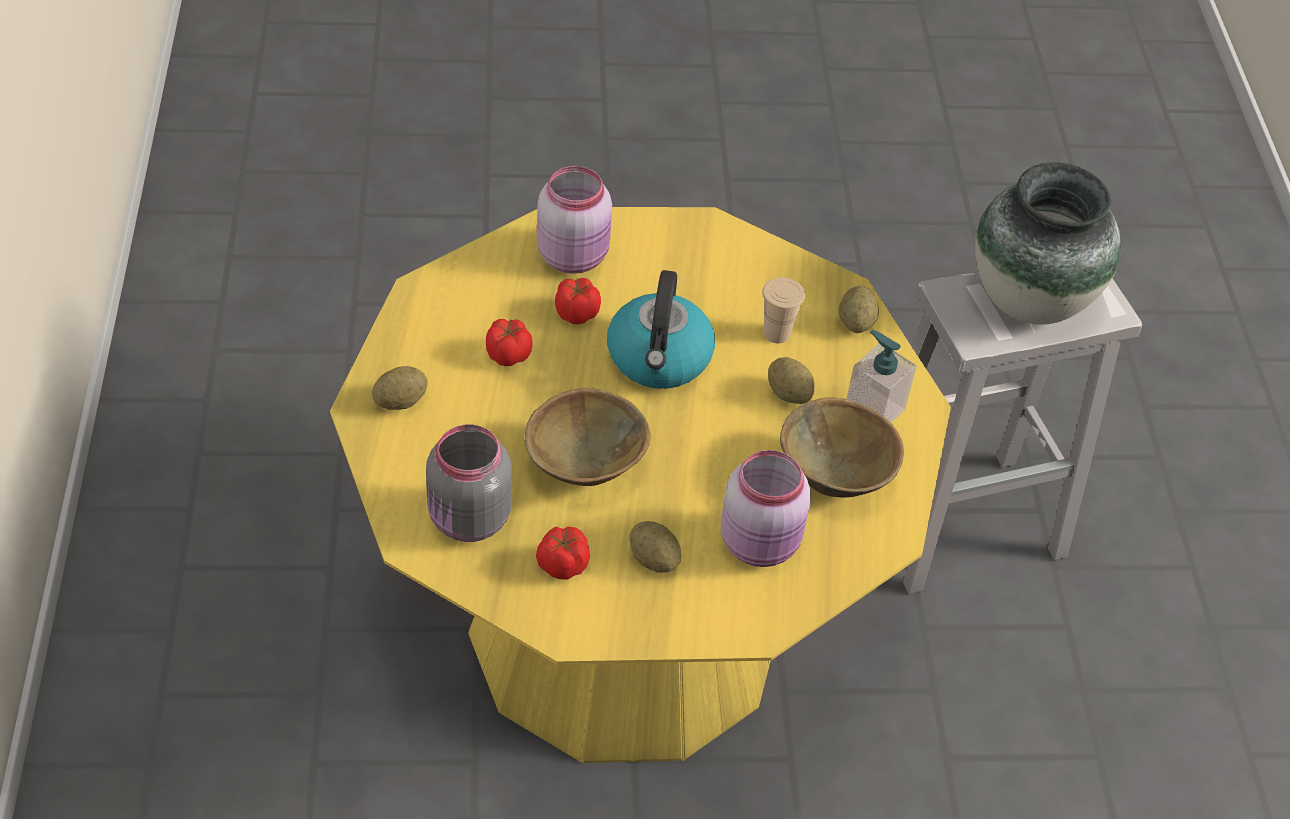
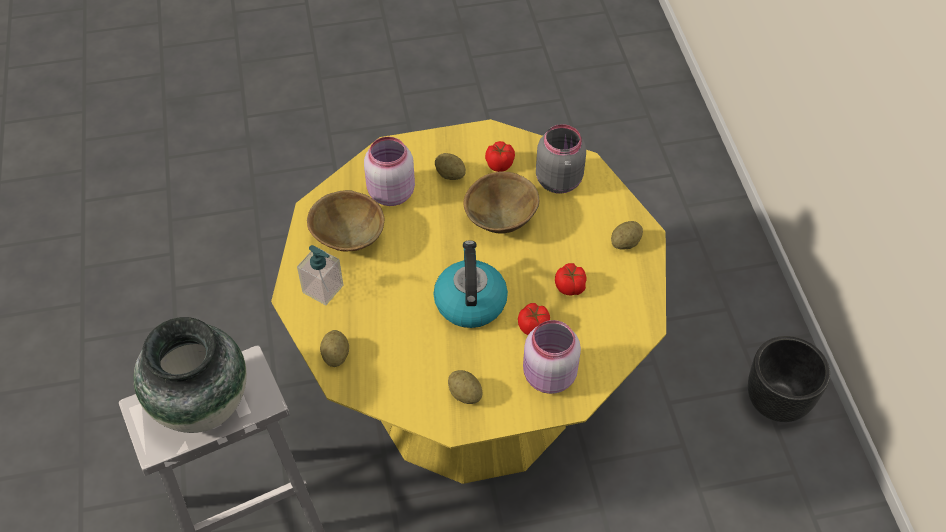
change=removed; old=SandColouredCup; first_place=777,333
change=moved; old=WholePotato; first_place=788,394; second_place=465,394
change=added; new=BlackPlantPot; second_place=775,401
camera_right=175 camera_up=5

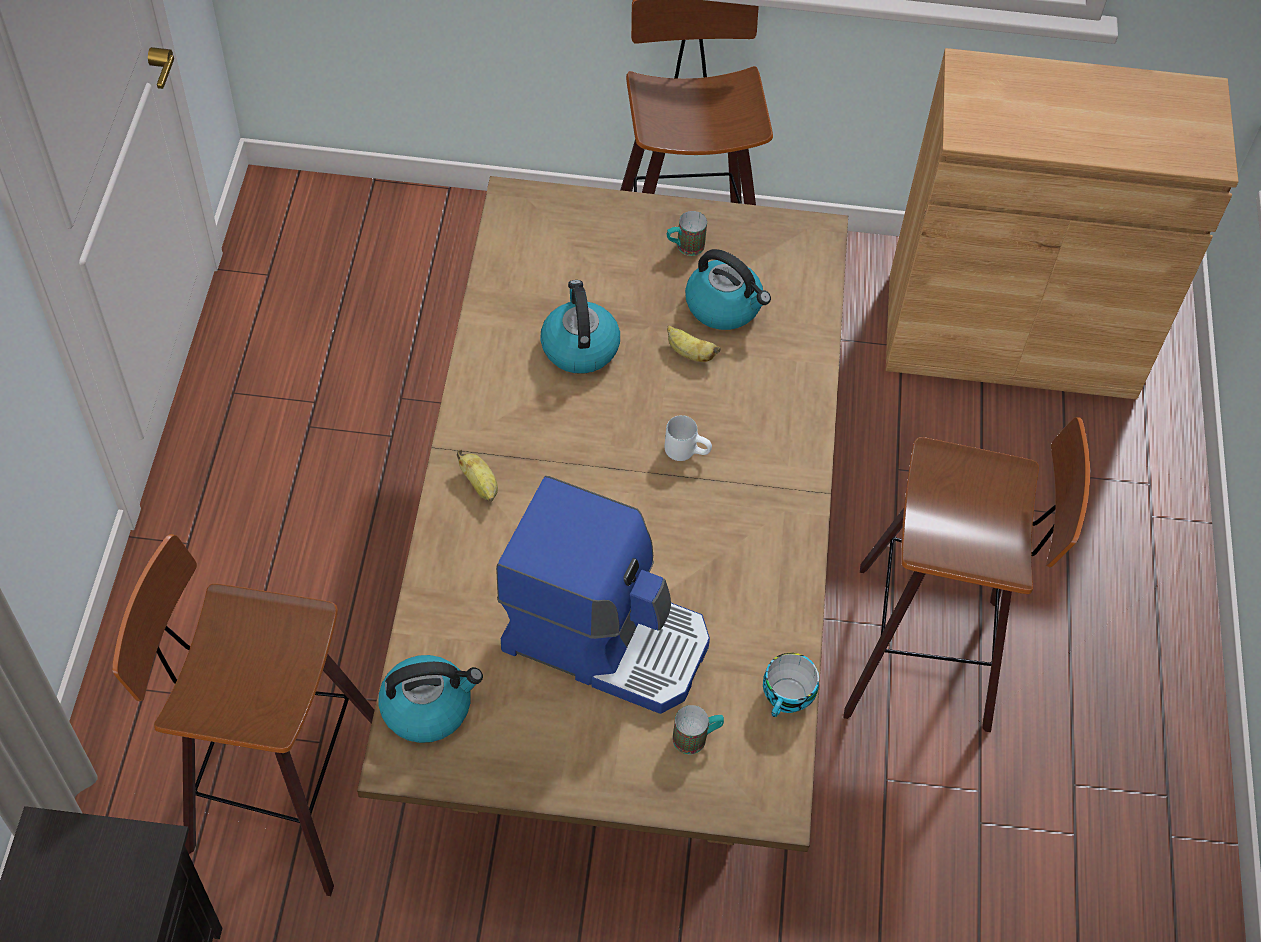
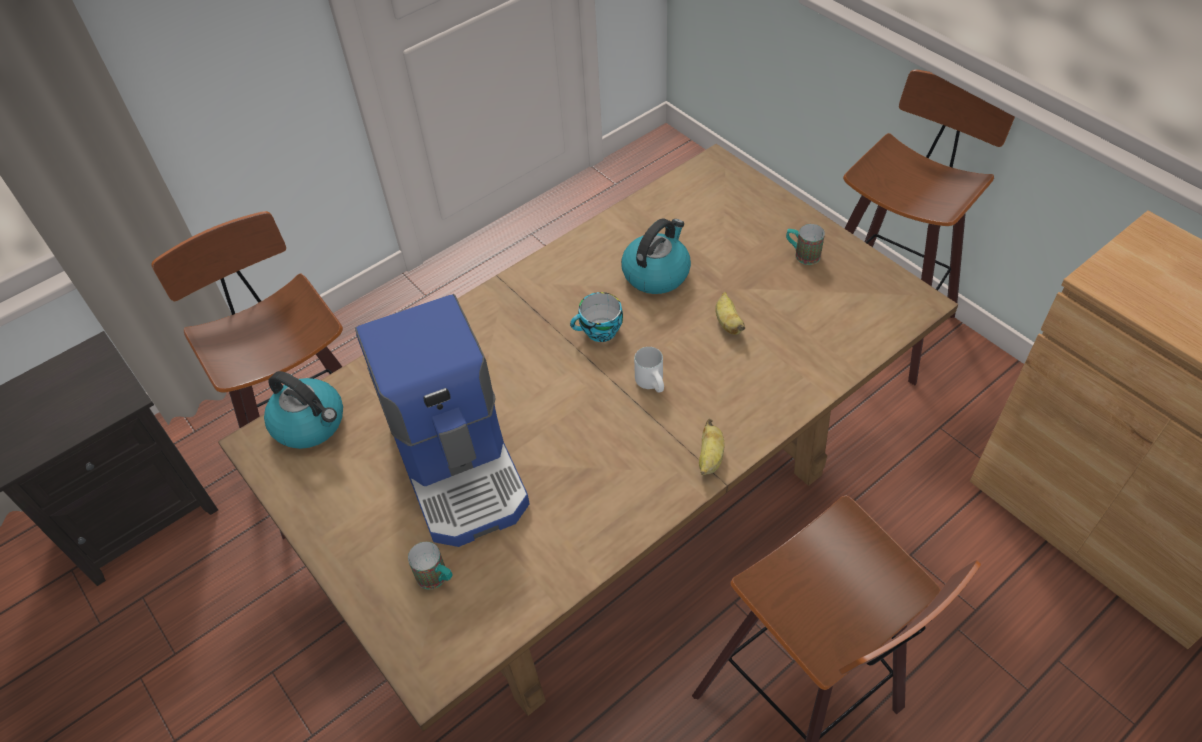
change=removed; old=Kettle; first_place=724,306
change=moved; old=Banana; first_place=480,485; second_place=710,458
change=moved; old=Cup; first_place=787,699; second_place=599,332
camera_right=50 camera_up=-5

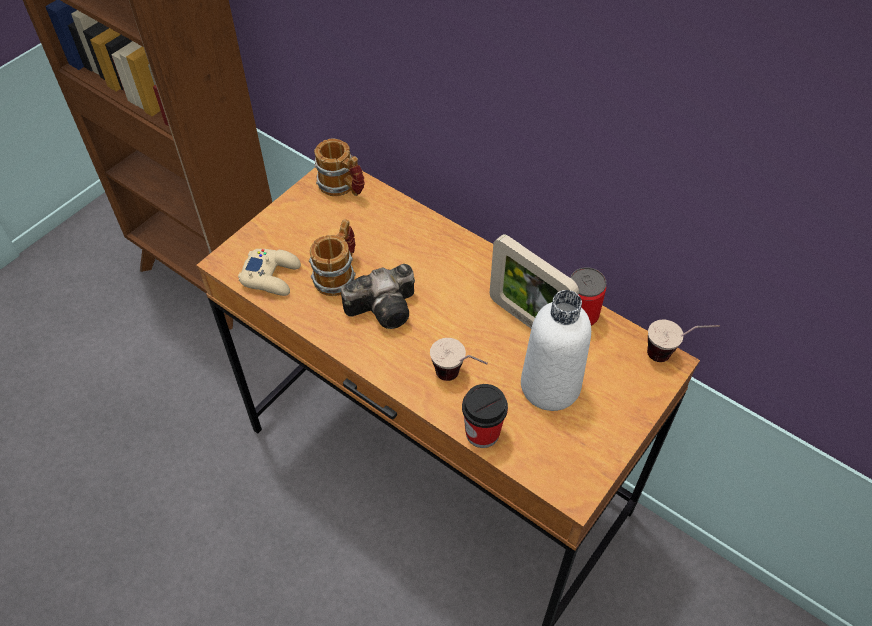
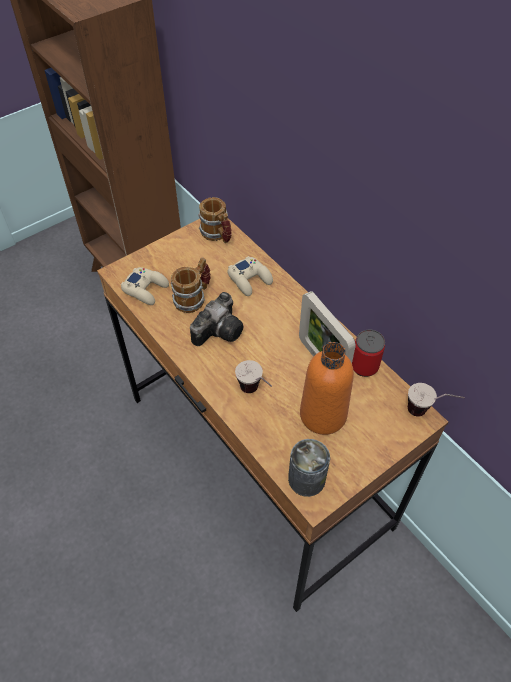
change=turned; old=PhotoCamera; first_place=386,307; second_place=220,329; degrees=-45
change=recoloured; old=WhiteBottle; new=OrangeBottle; first_place=550,386; second_place=323,415
change=removed; old=Cup; first_place=482,433
change=added; new=SandColouredGameController; second_place=250,279
change=added; new=MetalCan; second_place=306,479
camera_right=15 camera_up=0

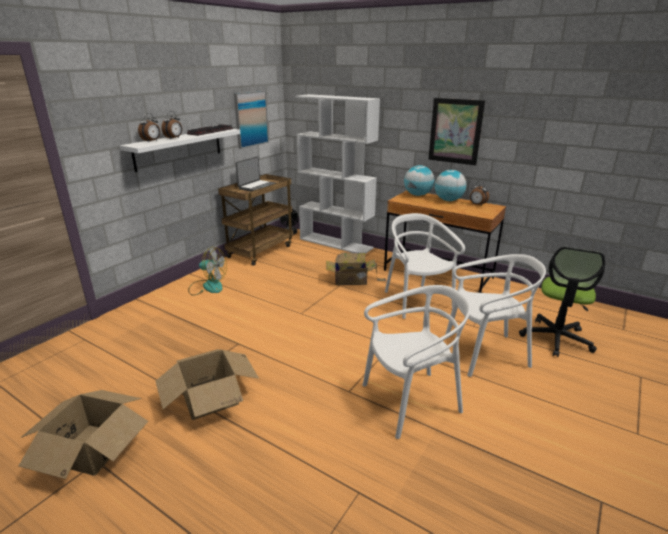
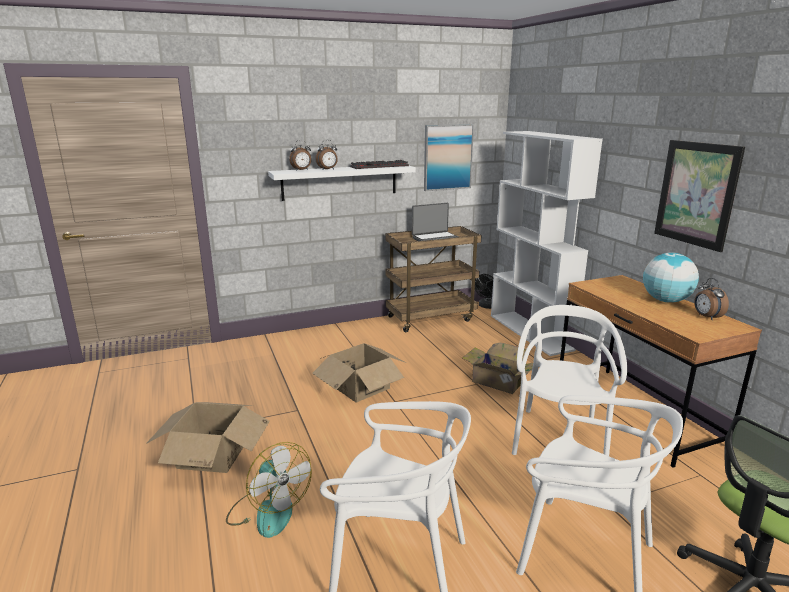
change=removed; old=Globe; first_place=417,195
change=moved; old=Fan; first_place=207,286; second_place=268,510
change=moved; old=CardboardBox; first_place=91,449; second_place=360,387
camera_right=35 camera_up=-5

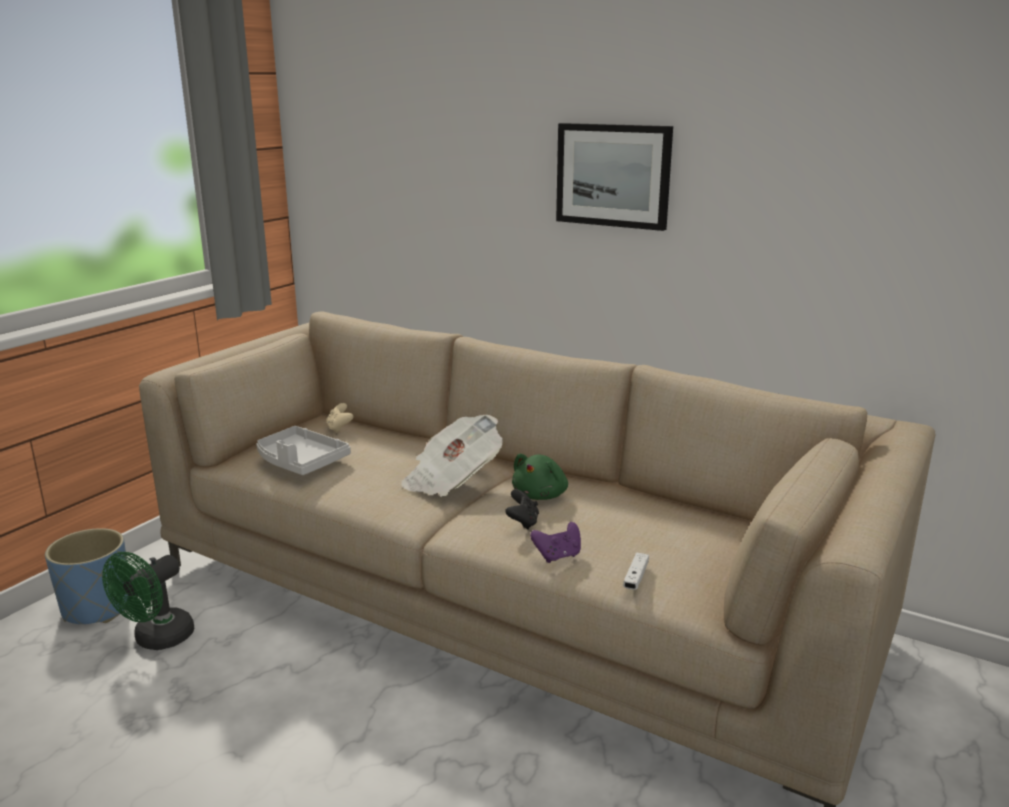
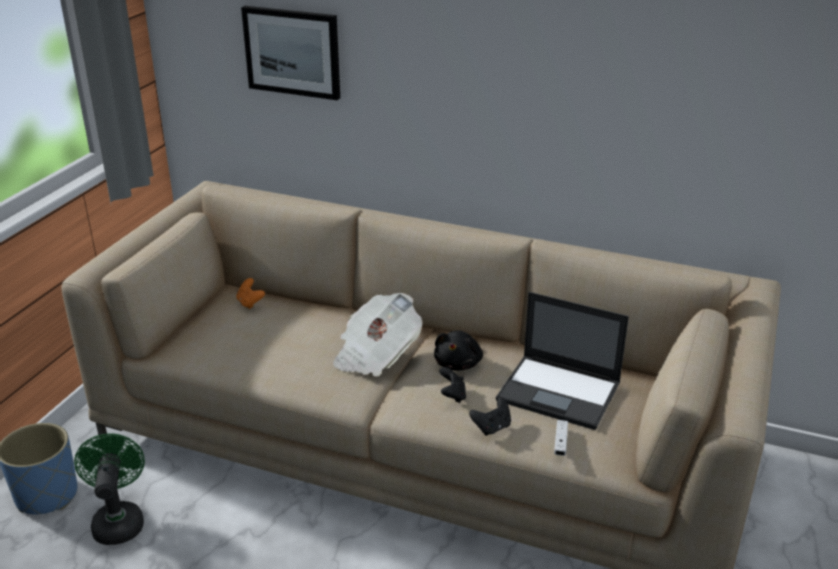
change=moved; old=WallArt; first_place=613,175; second_place=292,52
change=recoloured; old=SandColouredGameController; new=OrangeGameController; first_place=339,428; second_place=250,303
change=removed; old=GreyishTray; first_place=300,462
change=recoloured; old=GreenCuddlyToy; new=BlackCuddlyToy; first_place=541,495; second_place=458,363
change=recoloured; old=PurpleGameController; new=BlackGameController; first_place=558,556; second_place=492,427
change=turned; old=GreenFan; first_place=157,640; second_place=118,520; degrees=150
change=added; new=PortableComputer; second_place=560,392
camera_right=-10 camera_up=10

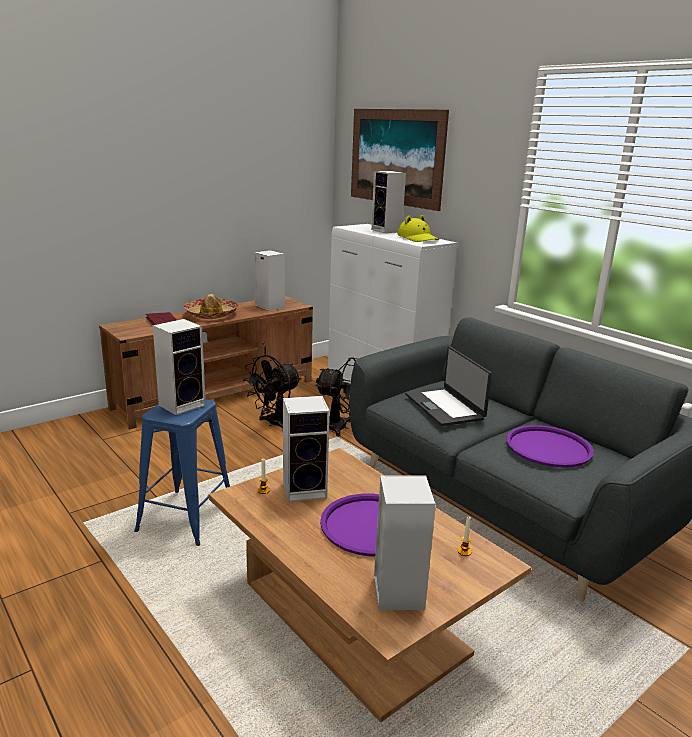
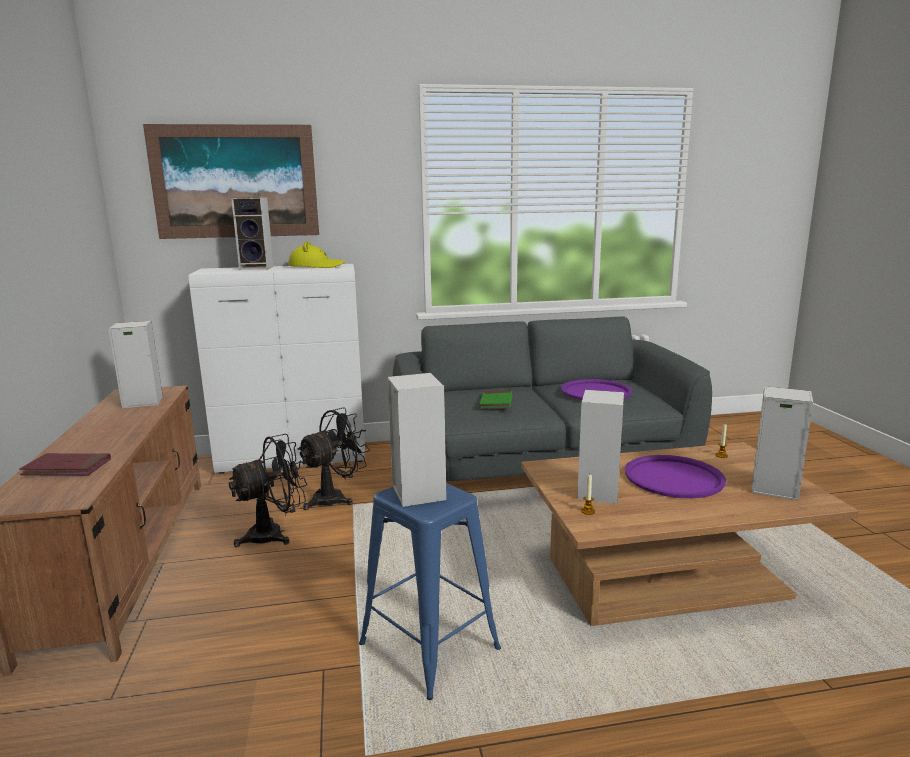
change=removed; old=WearableHat; first_place=211,314
change=replaced; old=PortableComputer; new=GreenVolume; first_place=445,406; second_place=496,402
change=turned; old=BlackFan; first_place=274,424; second_place=274,534; degrees=-105
camera_right=-60 camera_up=-5

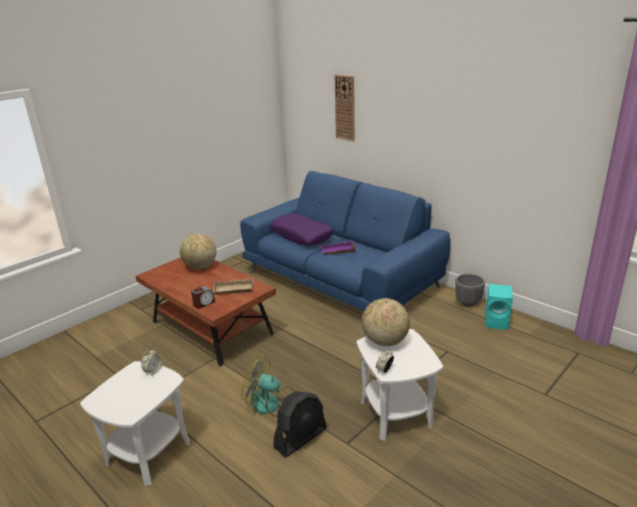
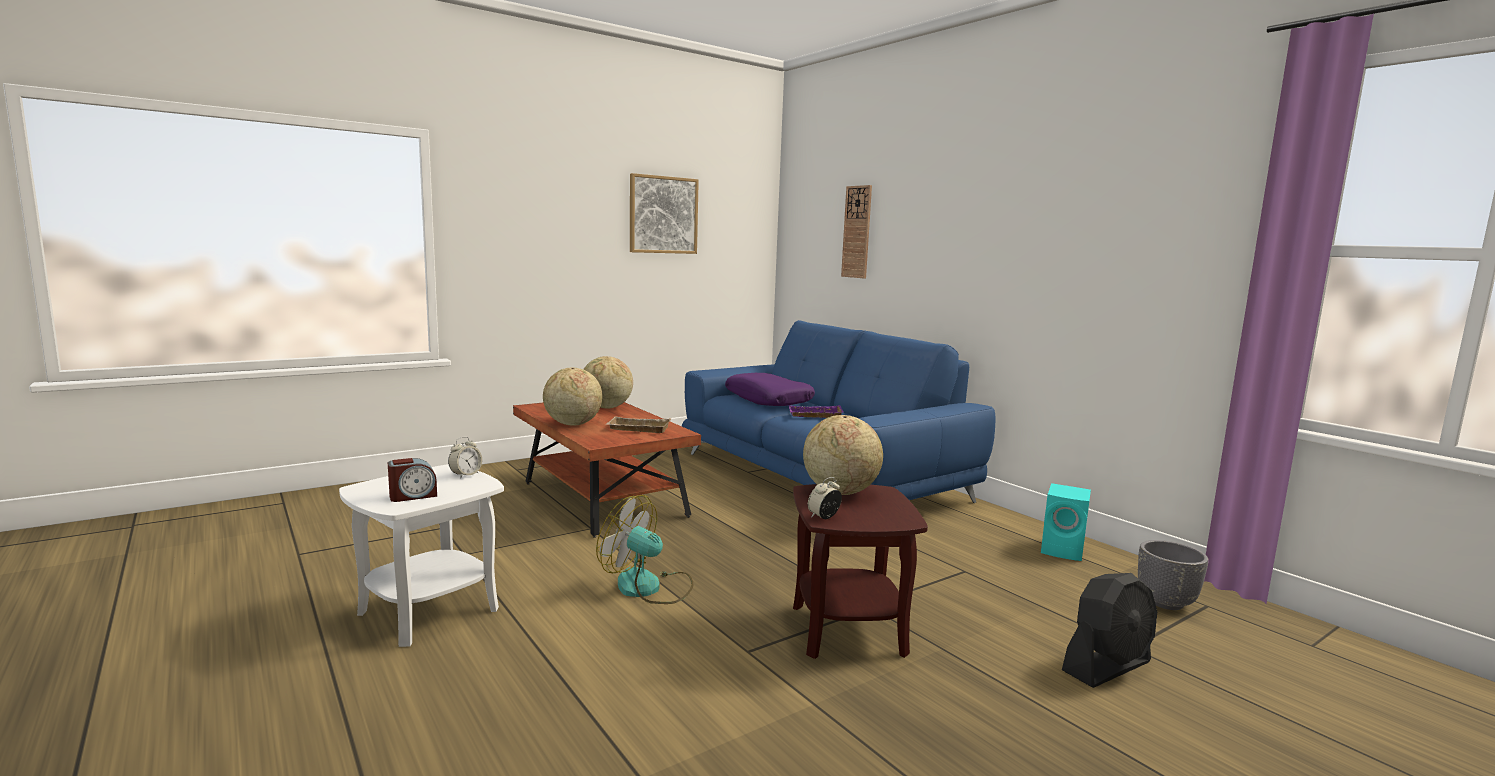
change=moved; old=GreyishPlantPot; first_place=468,303; second_place=1166,603
change=moved; old=BedsideClock; first_place=203,303; second_place=413,496
change=recoloured; old=WhiteAccentTable; new=BrownAccentTable; first_place=395,414; second_place=847,629
change=moved; old=BlackFan; first_place=300,438; second_place=1107,666
change=added; new=WallArt; second_place=663,215
change=added; new=Globe; second_place=572,424
camera_right=10 camera_up=-15

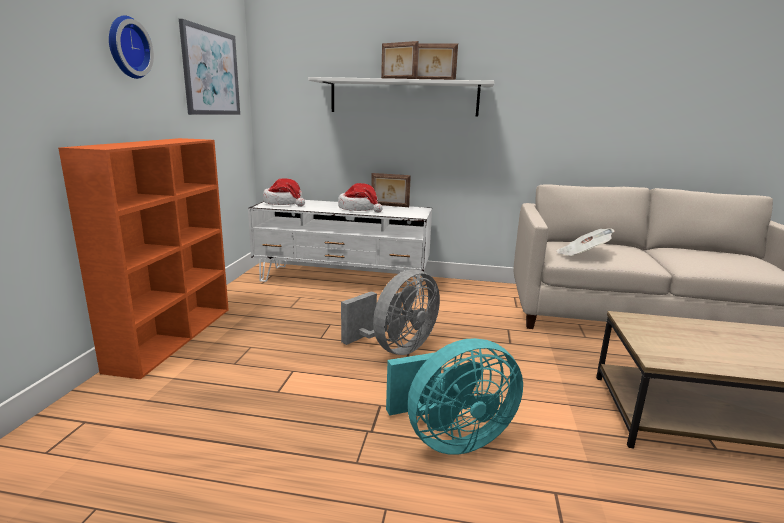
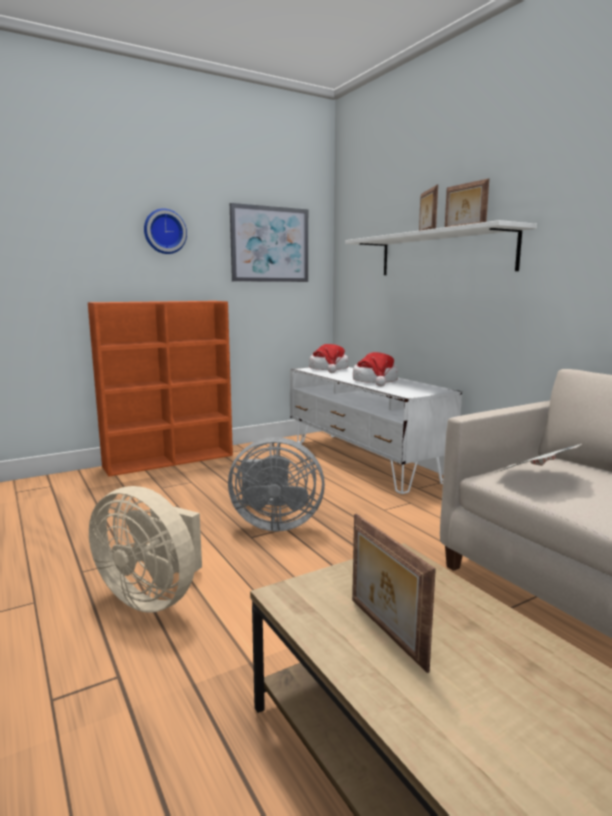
change=moved; old=PictureFrame; first_place=389,206; second_place=384,633
change=recoloured; old=BlueGreenFan; new=SandColouredFan; first_place=450,438; second_place=153,596
camera_right=50 camera_up=-5

